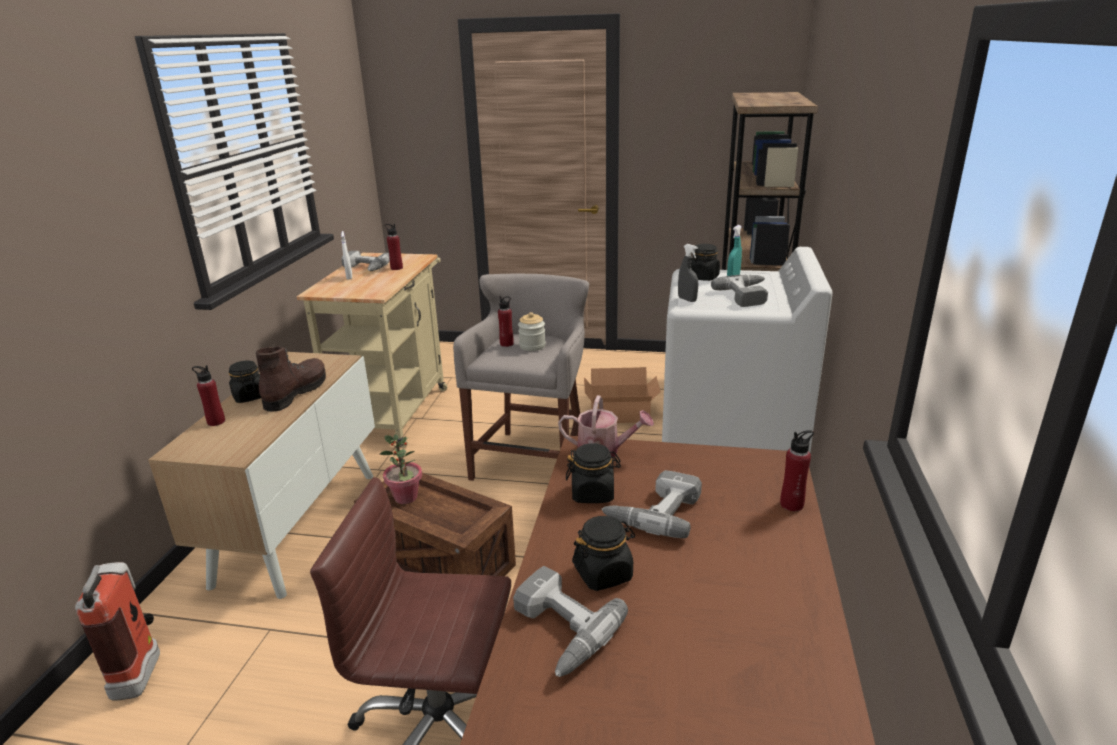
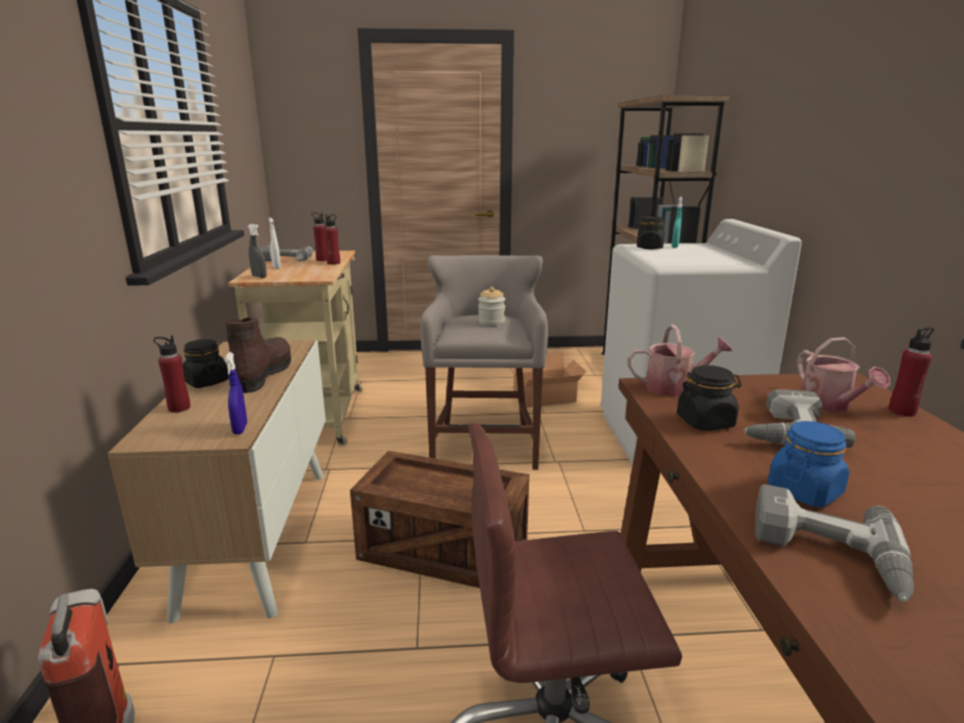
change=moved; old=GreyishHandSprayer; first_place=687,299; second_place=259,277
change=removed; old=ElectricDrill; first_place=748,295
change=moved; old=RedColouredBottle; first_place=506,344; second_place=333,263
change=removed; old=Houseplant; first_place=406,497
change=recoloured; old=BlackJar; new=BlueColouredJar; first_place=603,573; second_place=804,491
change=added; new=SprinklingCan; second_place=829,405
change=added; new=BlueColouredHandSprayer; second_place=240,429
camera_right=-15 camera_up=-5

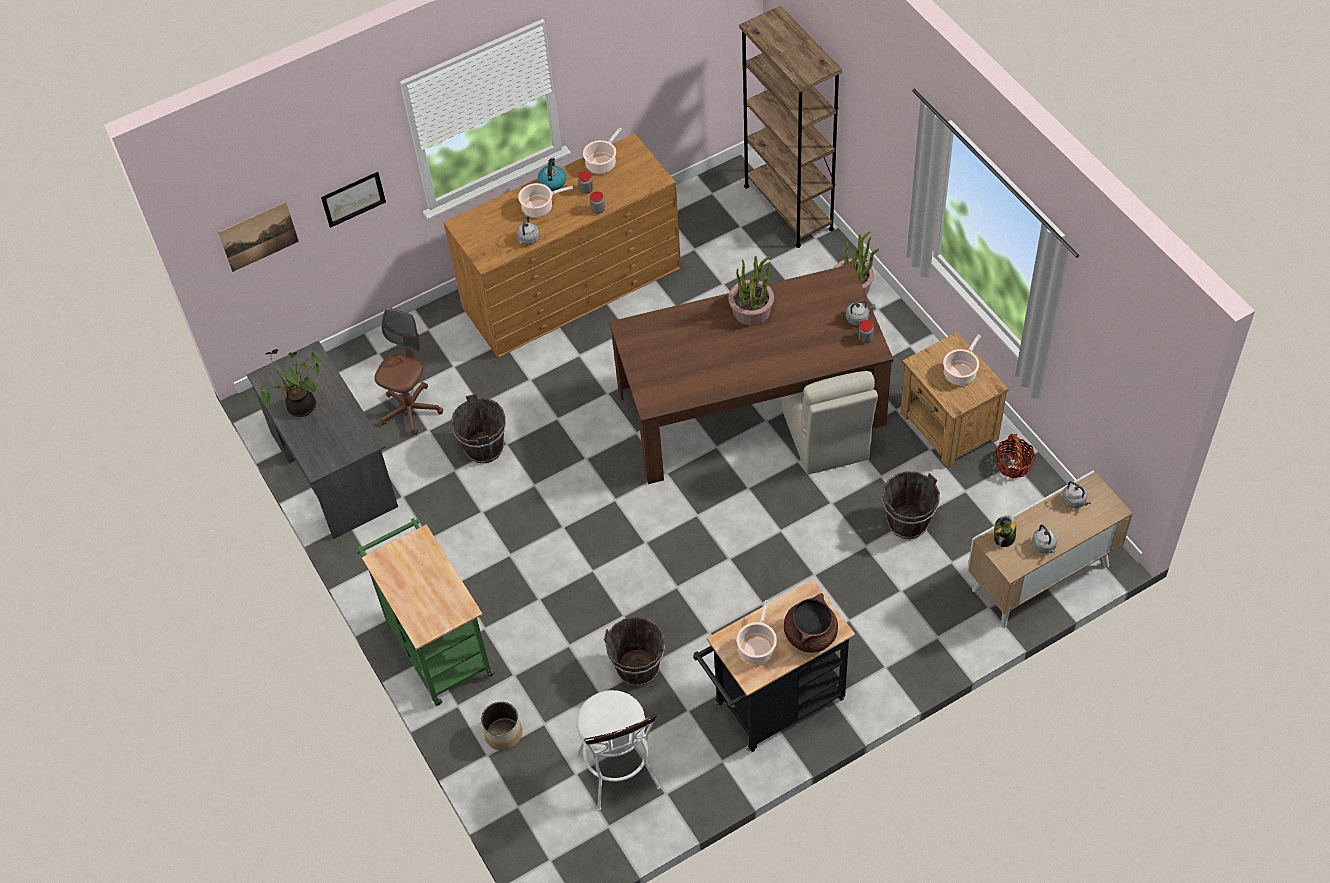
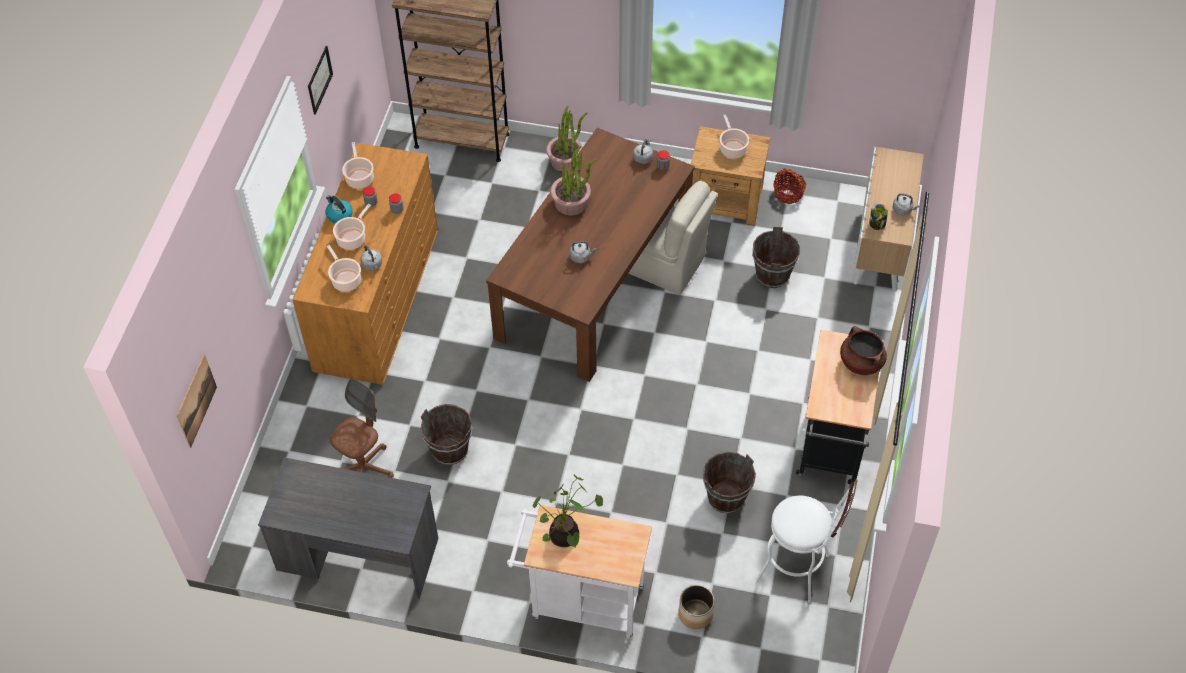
change=moved; old=WallArt; first_place=353,199; second_place=319,80
change=turned; old=BrownComputerChair; first_place=411,410; second_place=364,468; degrees=60
change=moved; old=Houseplant; first_place=301,409; second_place=565,537
change=moved; old=GreyishKettle; first_place=1075,501; second_place=581,257
change=recoloured; old=GreenCart; new=WhiteCart; first_place=436,645; second_place=581,601
change=moved; old=Stockpot; first_place=757,647; second_place=345,279
camera_right=-50 camera_up=0

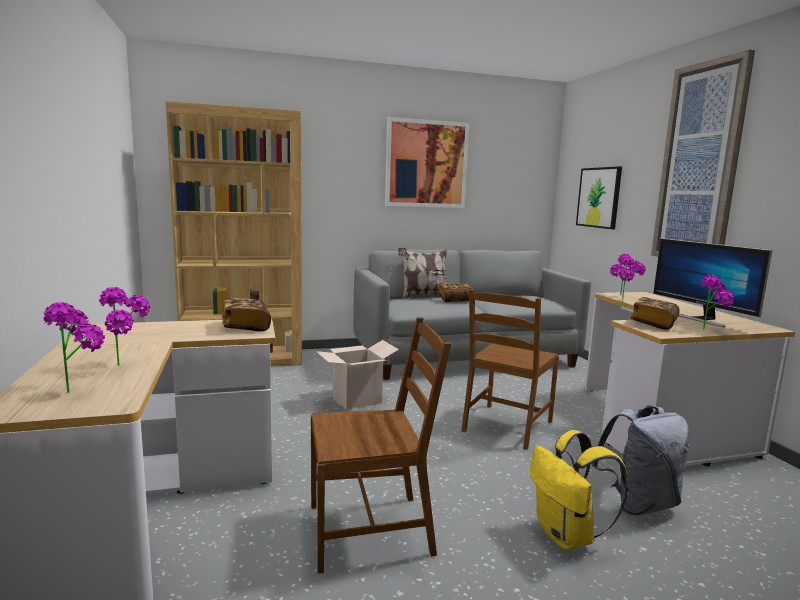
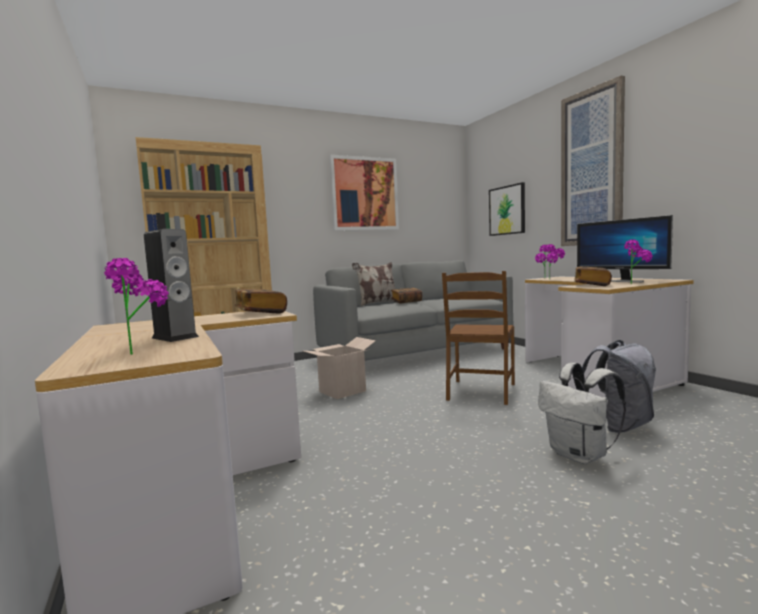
change=replaced; old=Houseplant; new=AudioSpeaker; first_place=129,365; second_place=175,337
change=removed; old=BrownPlainChair; first_place=371,529
change=recoloured; old=YellowKnapsack; new=WhiteKnapsack; first_place=567,536; second_place=580,456
camera_right=-10 camera_up=-5

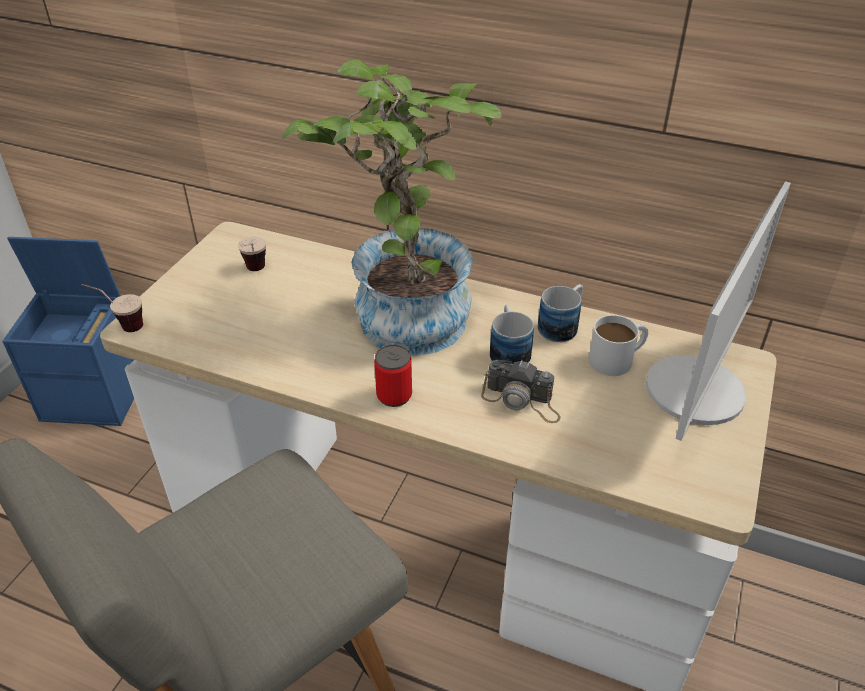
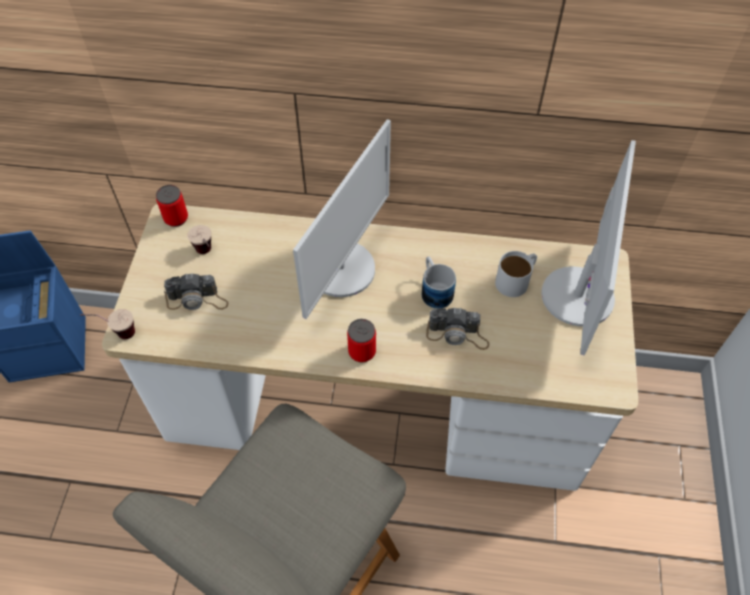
change=replaced; old=Houseplant; new=Monitor; first_place=403,311; second_place=341,269
change=removed; old=TeaMug; first_place=562,325
change=added; new=MetalCan; second_place=176,218
change=added; new=PhotoCamera; second_place=197,299
camera_right=-15 camera_up=15

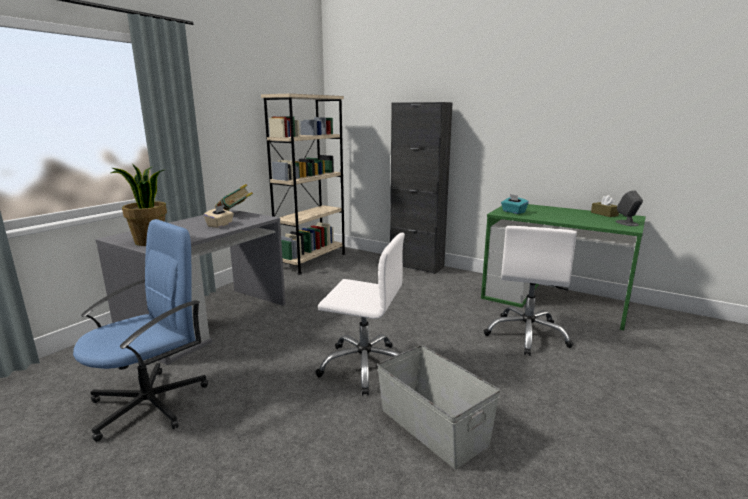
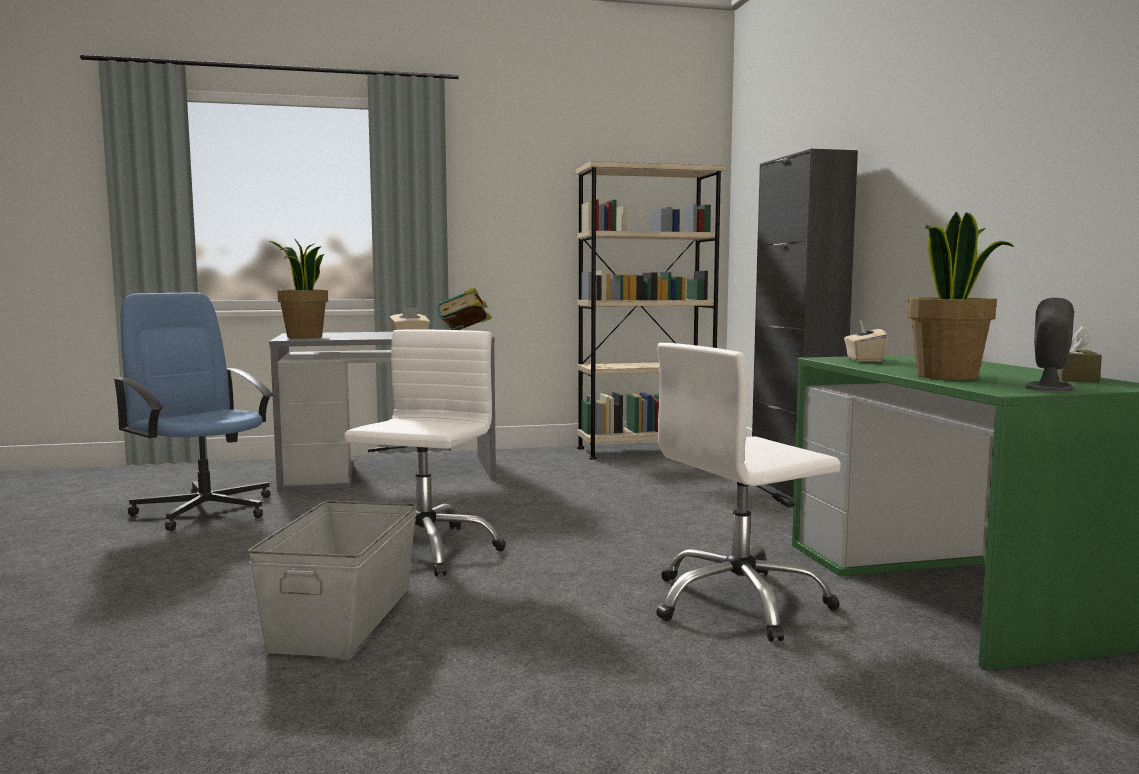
change=recoloured; old=BlueGreenTissueHolder; new=SandColouredTissueHolder; first_place=513,212; second_place=863,360
change=turned; old=BlueColouredComputerChair; first_place=151,403; second_place=205,510; degrees=-135
change=turned; old=WhiteComputerChair; first_place=364,366; second_place=424,550; degrees=-135
change=added; new=Houseplant; second_place=948,376
camera_right=45 camera_up=-10

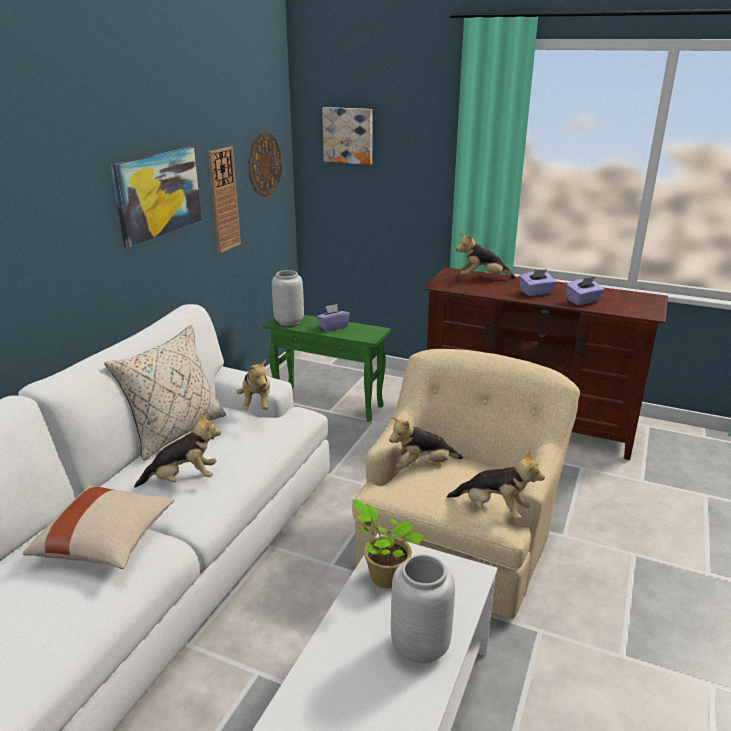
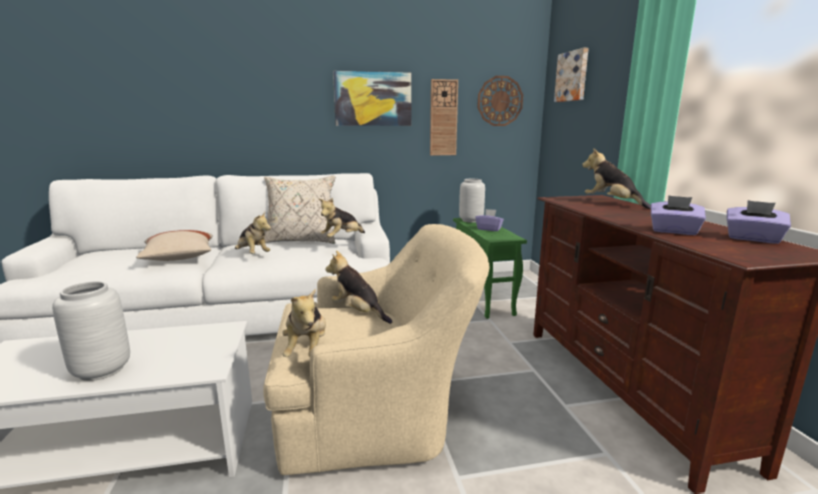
change=moved; old=PurpleTissueHolder; first_place=536,292; second_place=752,239
change=removed; old=Houseplant; first_place=384,576
camera_right=55 camera_up=-10

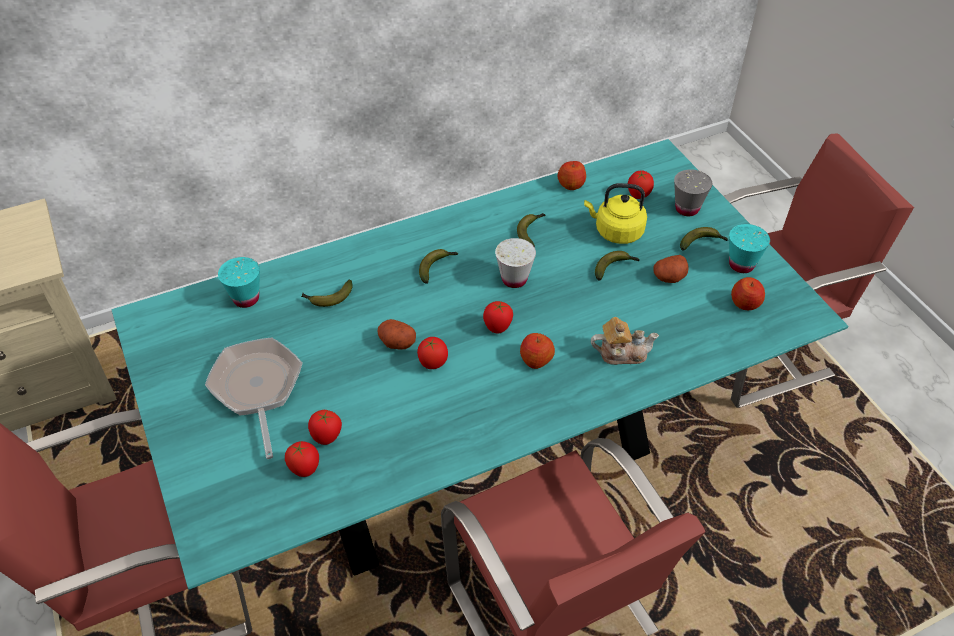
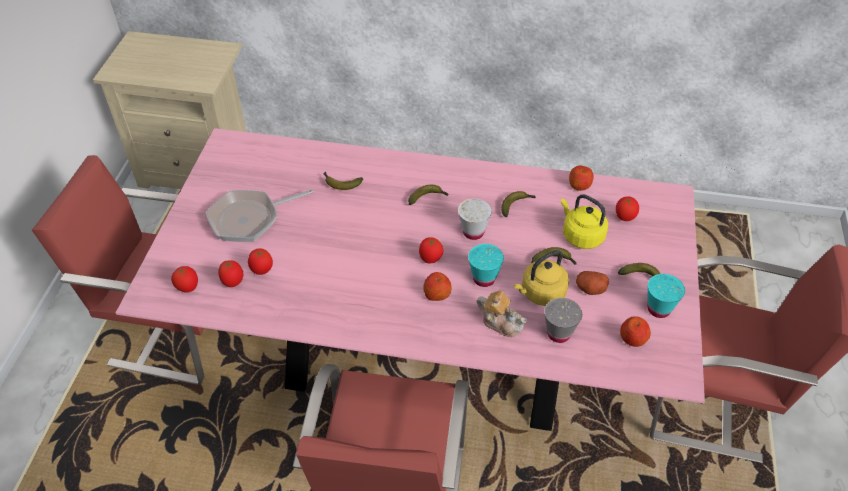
change=recoloured; old=BlueGreenDiningTable; new=PinkishDiningTable; first_place=477,458; second_place=424,360
change=moved; old=GreyishCup; first_place=687,209; second_place=558,333
change=moved; old=BlueGreenCup; first_place=246,298; second_place=484,278
change=removed; old=WholePotato; first_place=396,342
change=turned; old=FryingPan; first_place=257,389; second_place=249,219; degrees=-135
change=moved; old=WholeTomato; first_place=433,364; second_place=188,288
change=added; new=YellowKettle; second_place=541,293
camera_right=35 camera_up=0

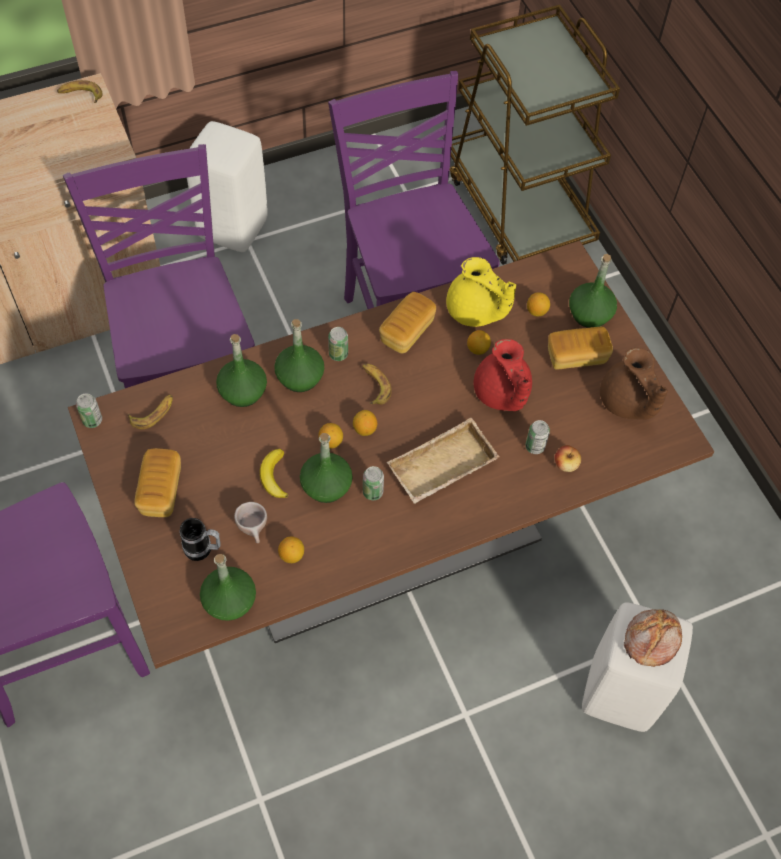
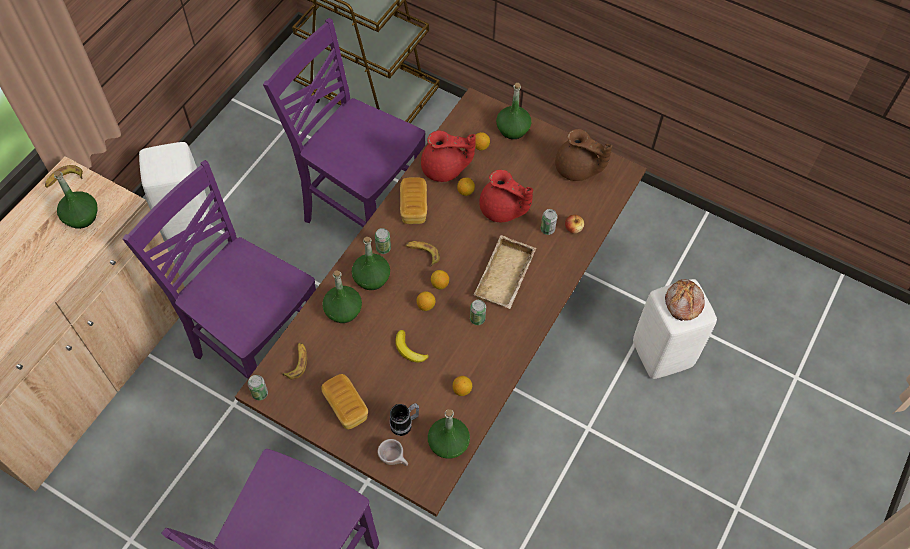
change=recoloured; old=YellowTeaPot; new=RedColouredTeaPot; first_place=475,312; second_place=444,169
change=removed; old=BakeryBread; first_place=576,356
change=moved; old=GreenBottle; first_place=326,485; second_place=81,216
change=moved; old=SandColouredCup; first_place=254,531; second_place=394,459
camera_right=-35 camera_up=0

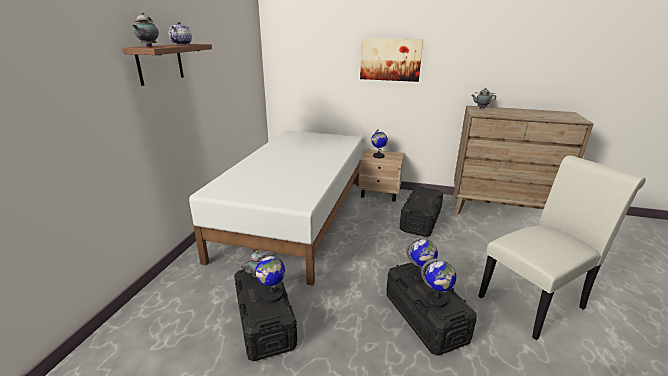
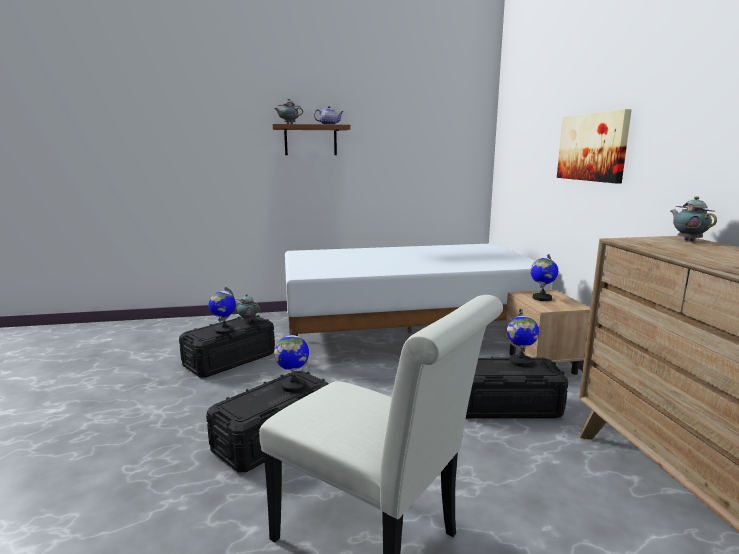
change=moved; old=Globe; first_place=436,300; second_place=520,362
camera_right=65 camera_up=-10

